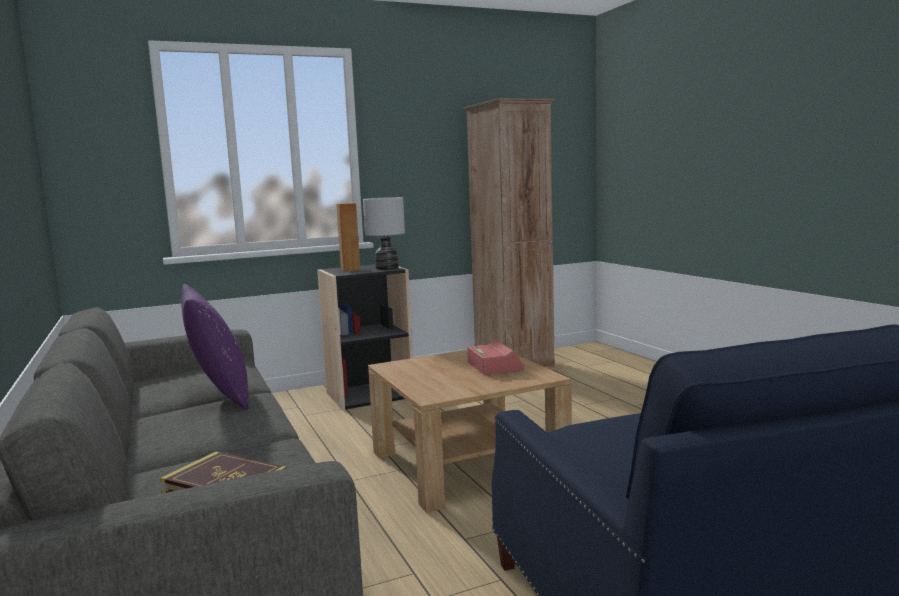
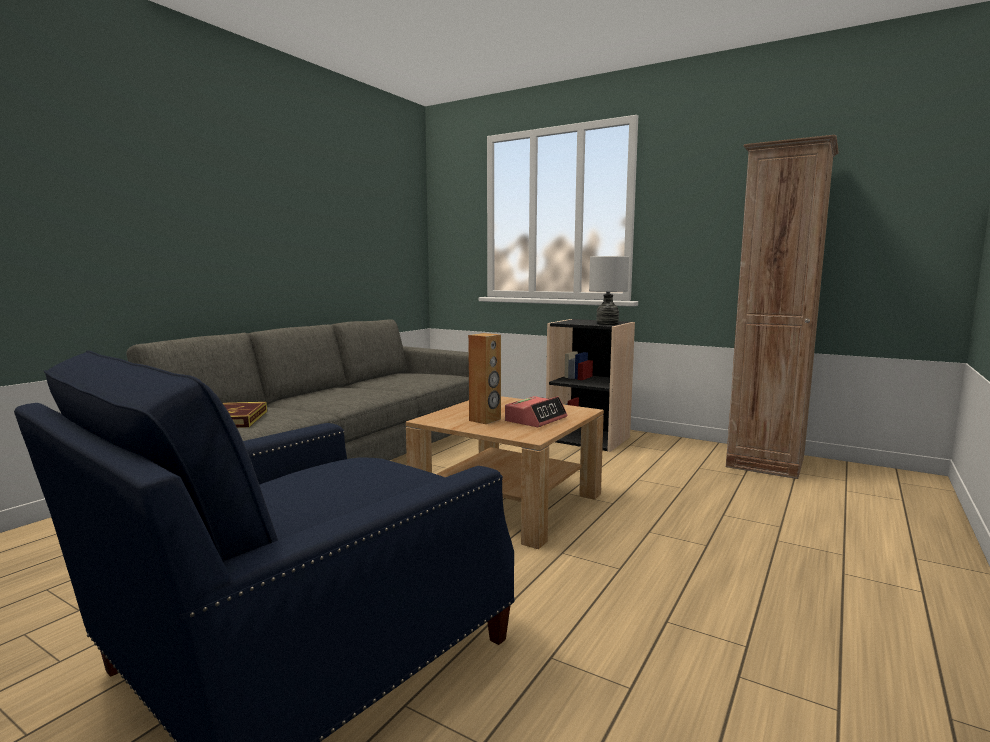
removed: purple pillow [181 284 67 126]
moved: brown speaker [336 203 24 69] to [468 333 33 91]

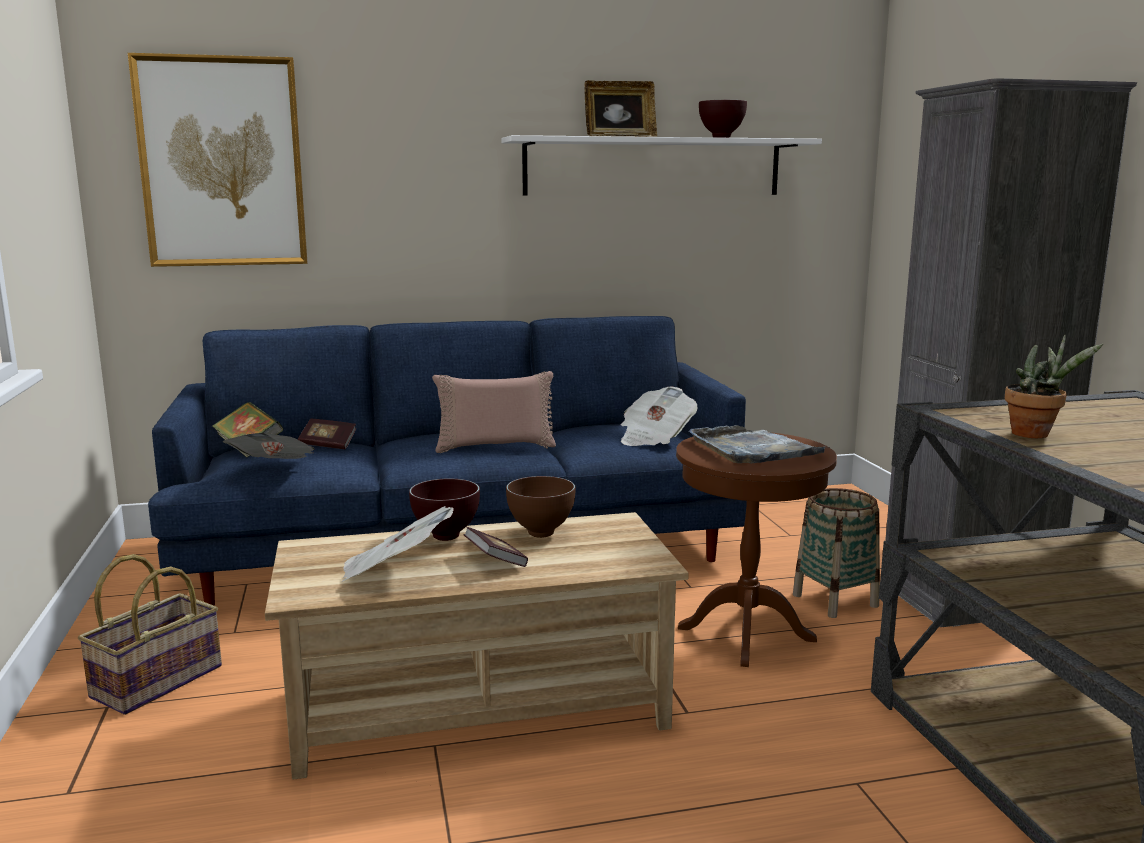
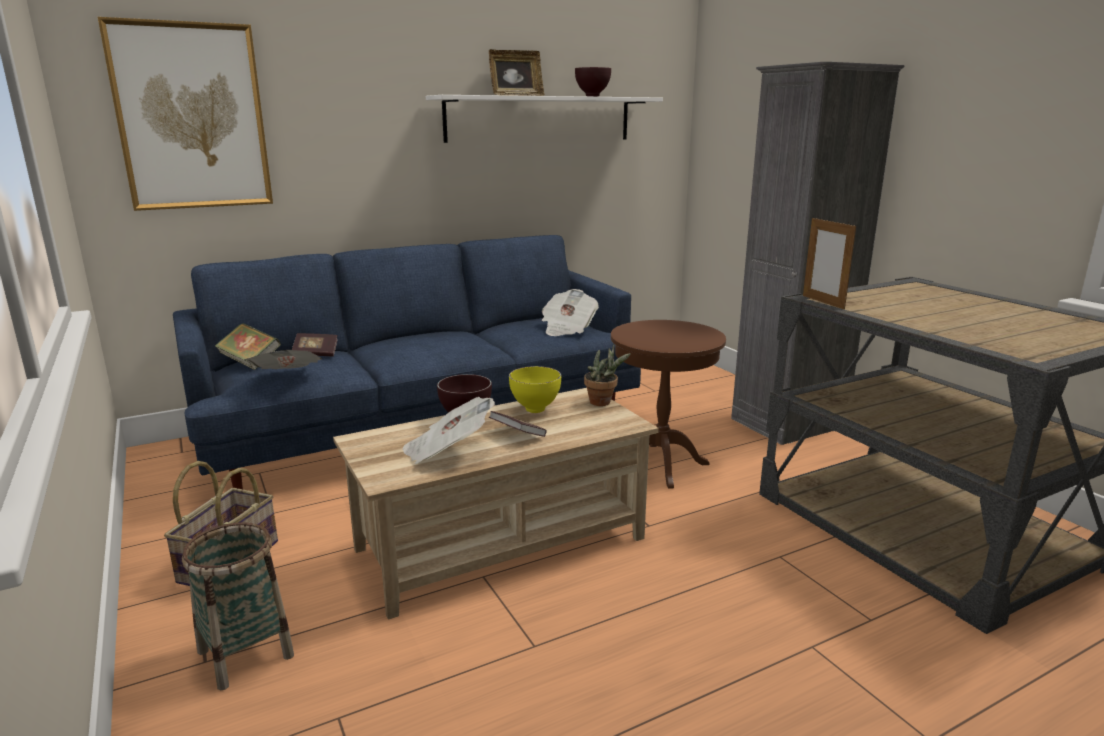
removed: beige pillow [432 371 124 82]; grey tray [689 425 141 38]
added: picture frame [803 216 53 93]
moved: basket [793 488 87 130] to [182 522 112 169]; potted plant [1005 335 98 103] to [584 344 47 62]
recoloured: brown bowl [506 476 69 62] to yellow bowl [509 366 52 47]

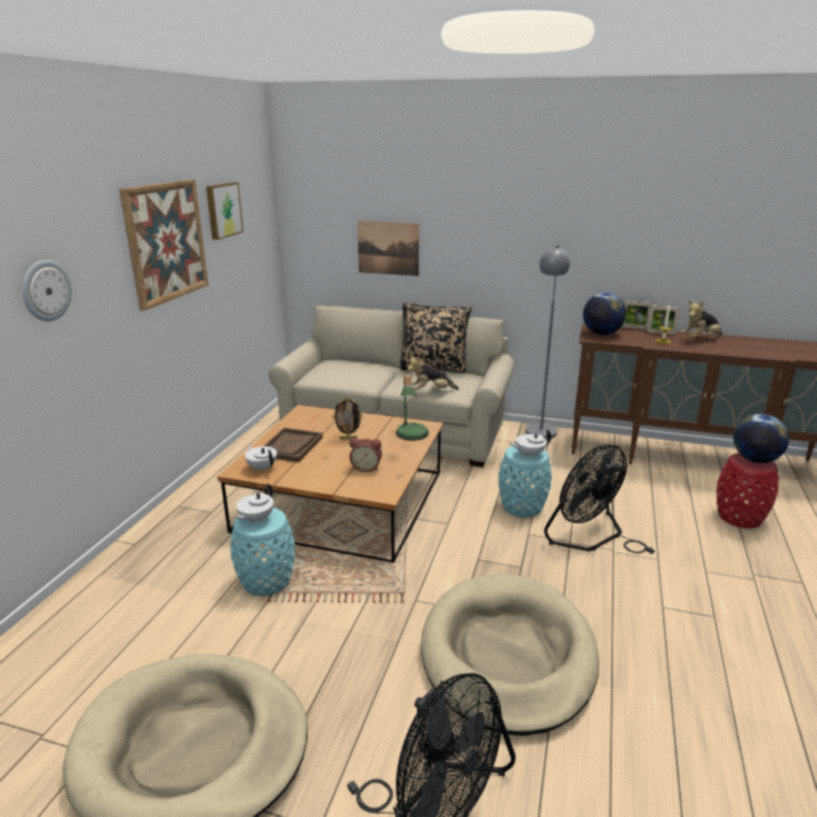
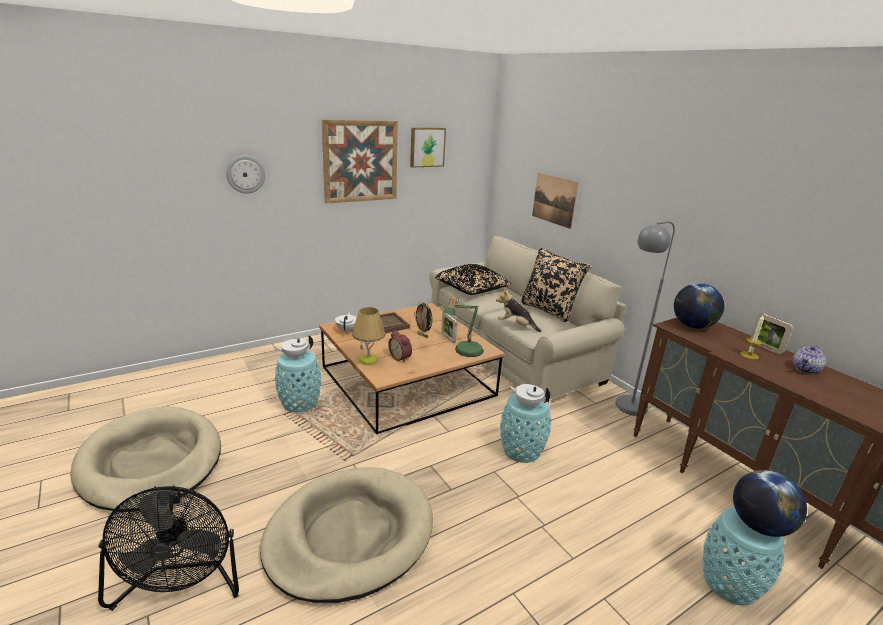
removed: black fan [544 445 111 109]
added: table lamp [352 307 33 58]; black pillow [435 264 76 31]
moved: picture frame [622 301 30 29] to [441 312 16 31]
replaced: plush toy [681 301 41 37] to teapot [792 346 34 28]
recoloured: red stool [716 453 63 75] to turquoise stool [703 507 81 98]

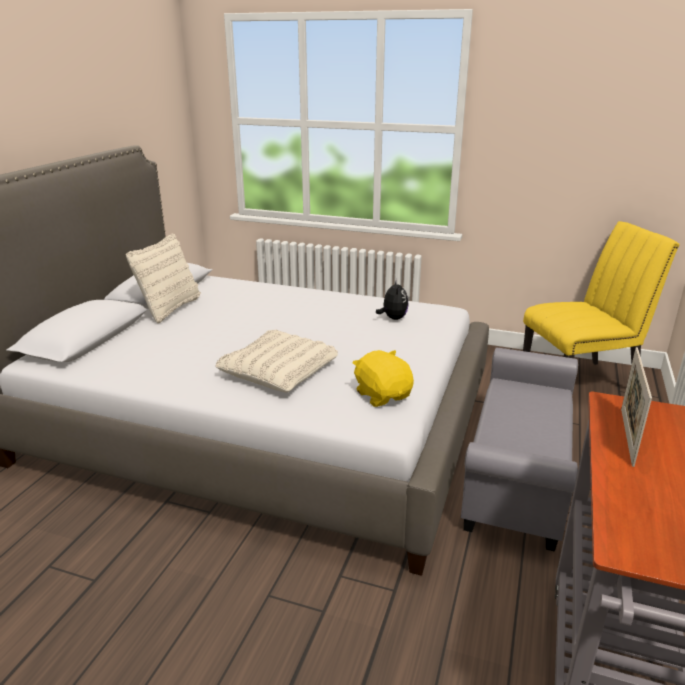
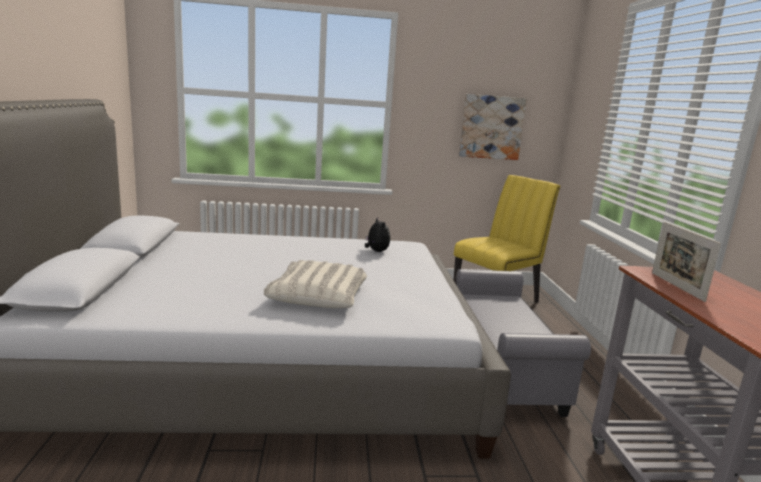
removed: beige pillow [126 233 75 90]; yellow plush toy [352 350 62 57]
added: picture [459 94 68 66]

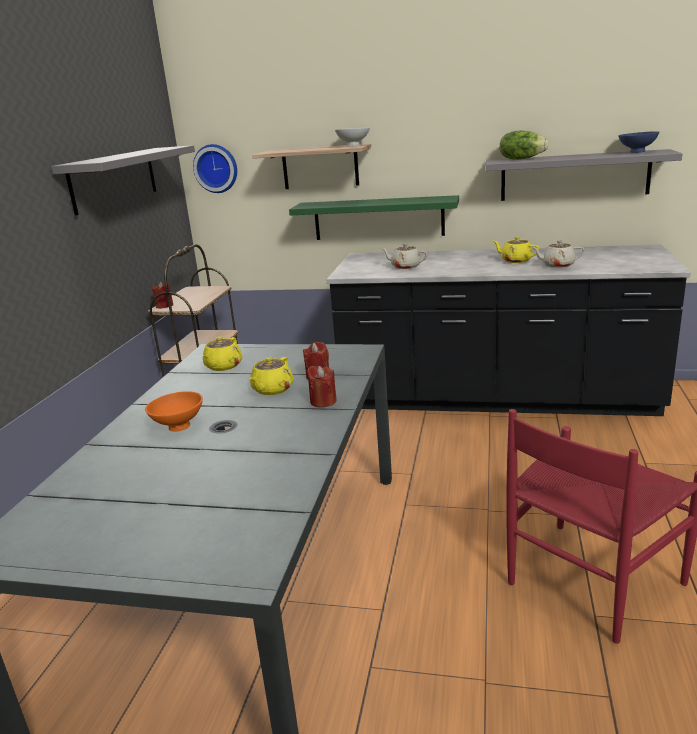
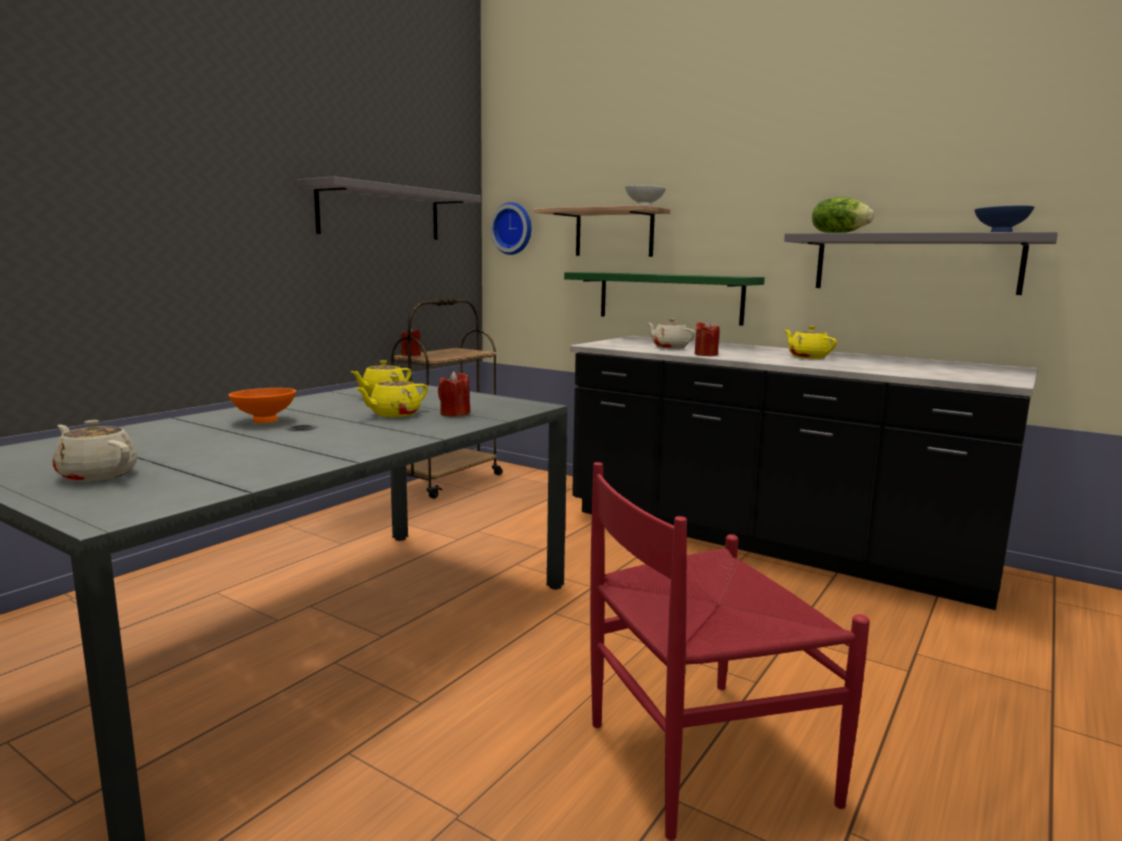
moved: red candle [307 366 30 42] to [695 321 25 35]; beige teapot [531 240 53 28] to [53 420 85 62]

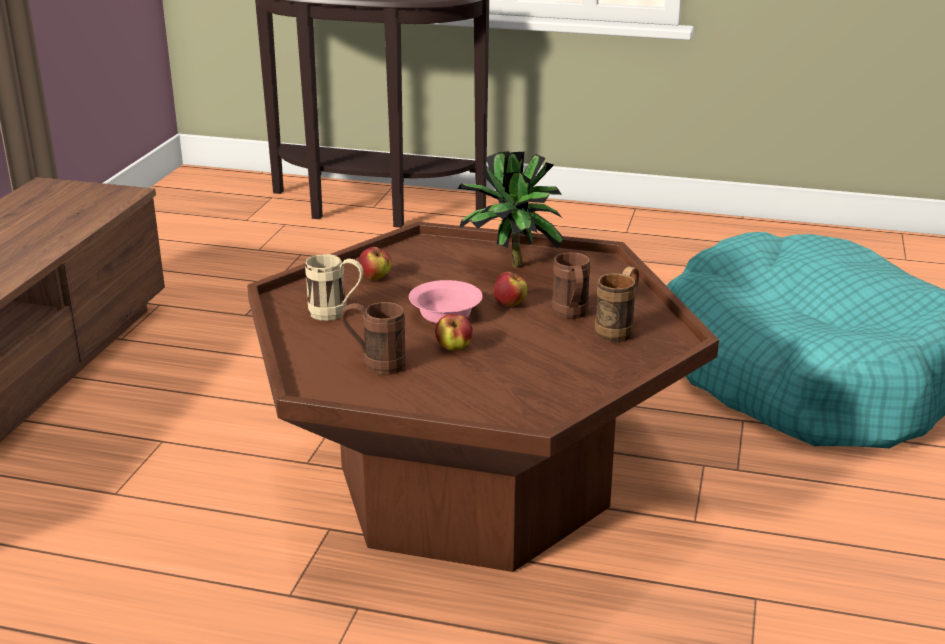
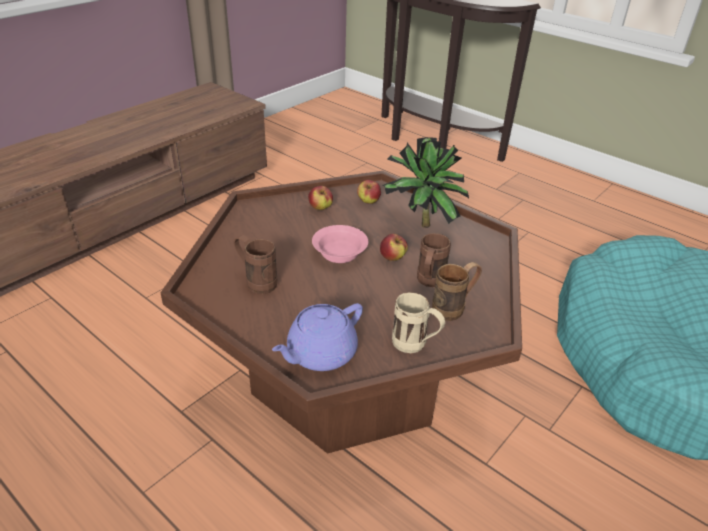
added: purple teapot [272 303 91 68]
moved: beige mug [305 254 58 67] to [392 292 53 61]; apple [435 314 38 37] to [357 180 24 24]

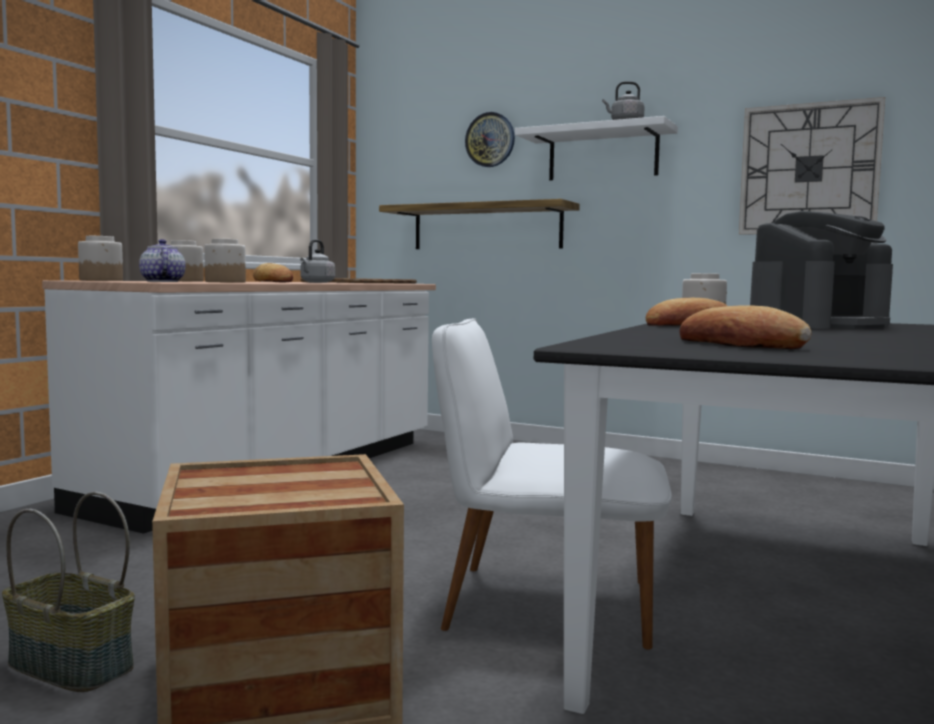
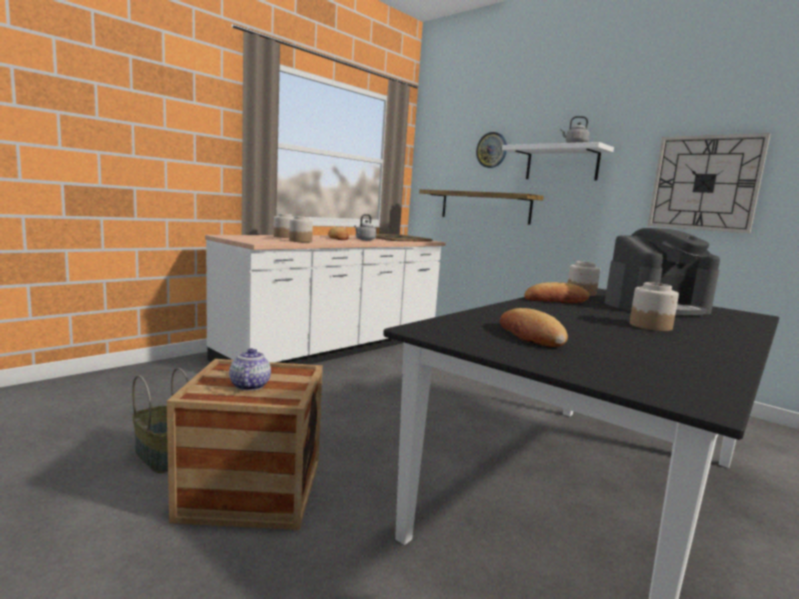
removed: white chair [432 318 240 332]
moved: jar [78 236 45 45] to [630 282 49 49]; teapot [139 239 47 43] to [229 348 42 43]

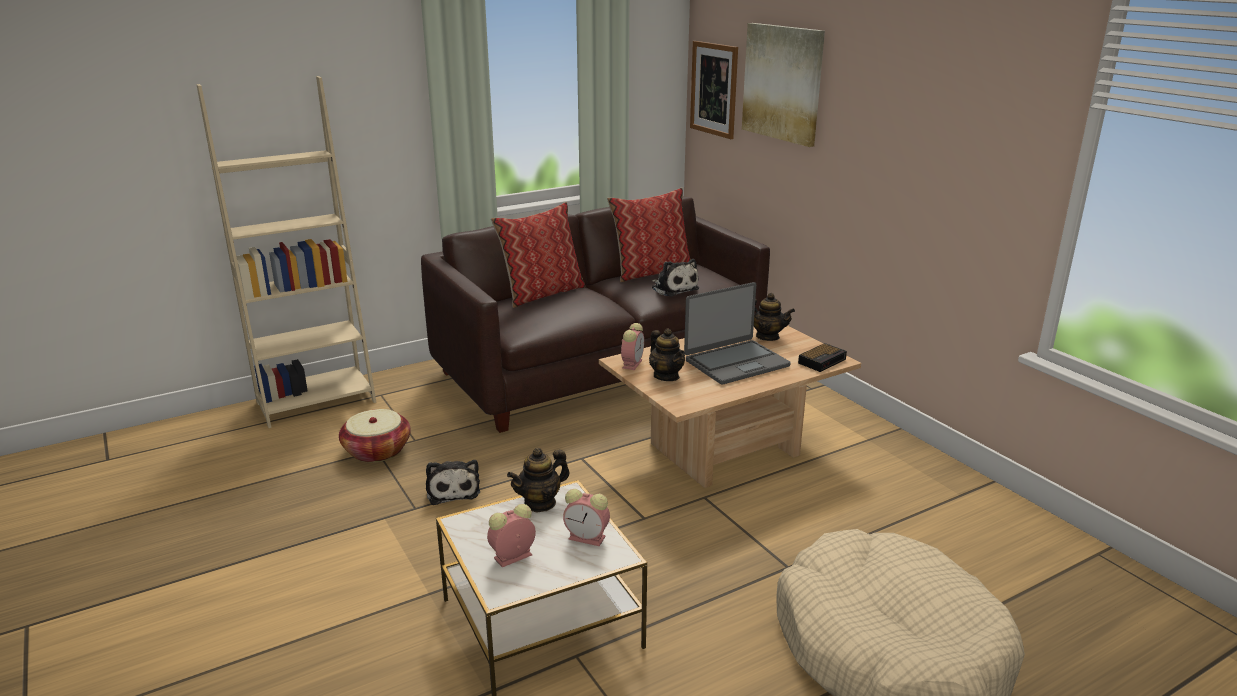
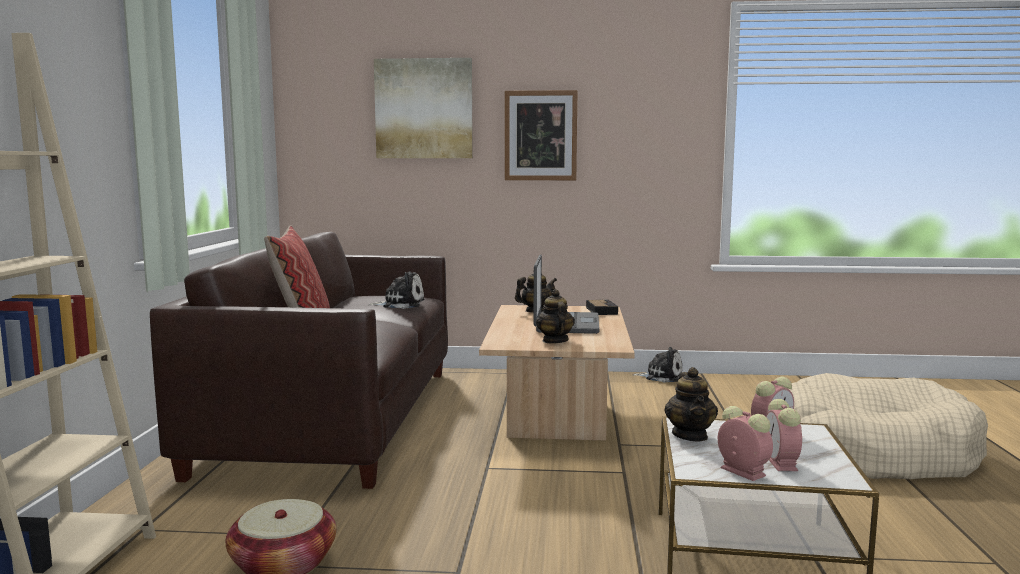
removed: pillow [607 188 84 94]
moved: plush toy [426 460 54 45] to [633 347 50 35]; alarm clock [621 323 23 47] to [718 406 55 75]; picture [690 41 48 98] to [505 90 73 90]
turned: teapot [649 329 36 52] = [536 289 39 54] 105 degrees counterclockwise

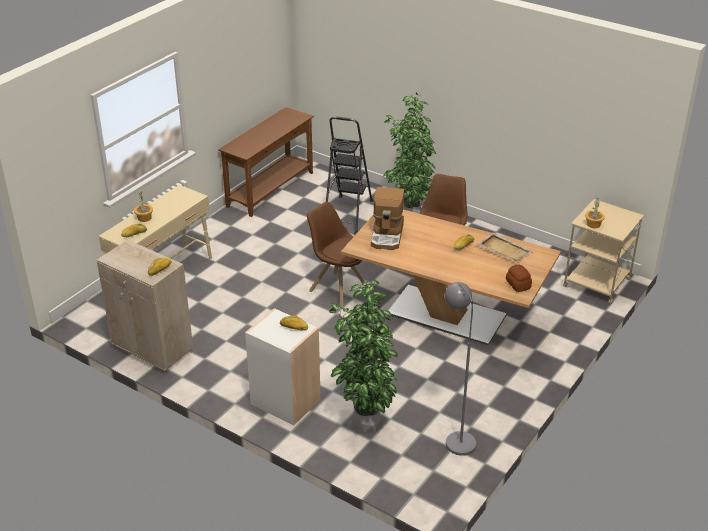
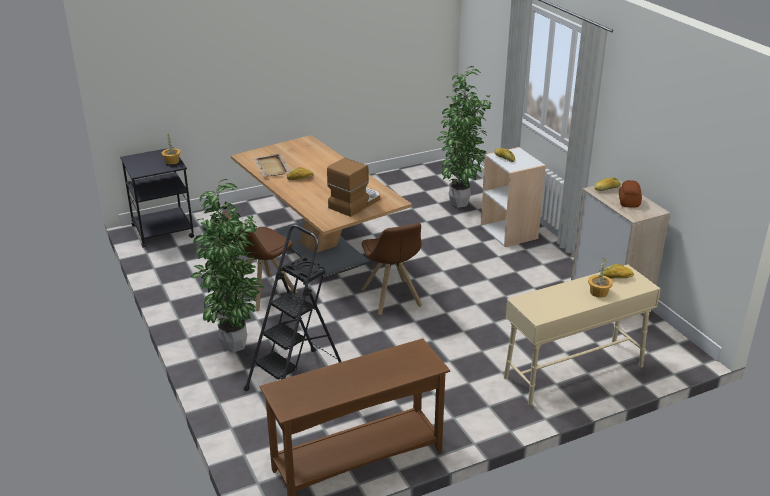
removed: grey floor lamp [445 282 31 174]
moved: bread [506 265 26 27] to [619 180 23 28]
recoloured: beige cart [563 199 81 105] to black cart [120 147 74 101]

